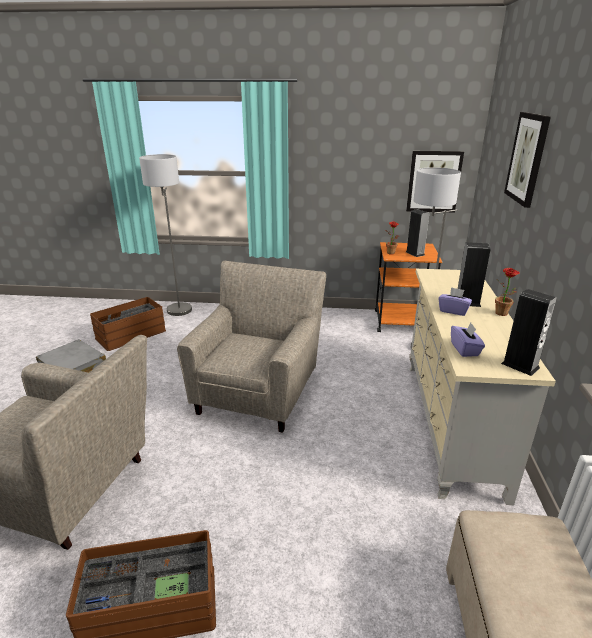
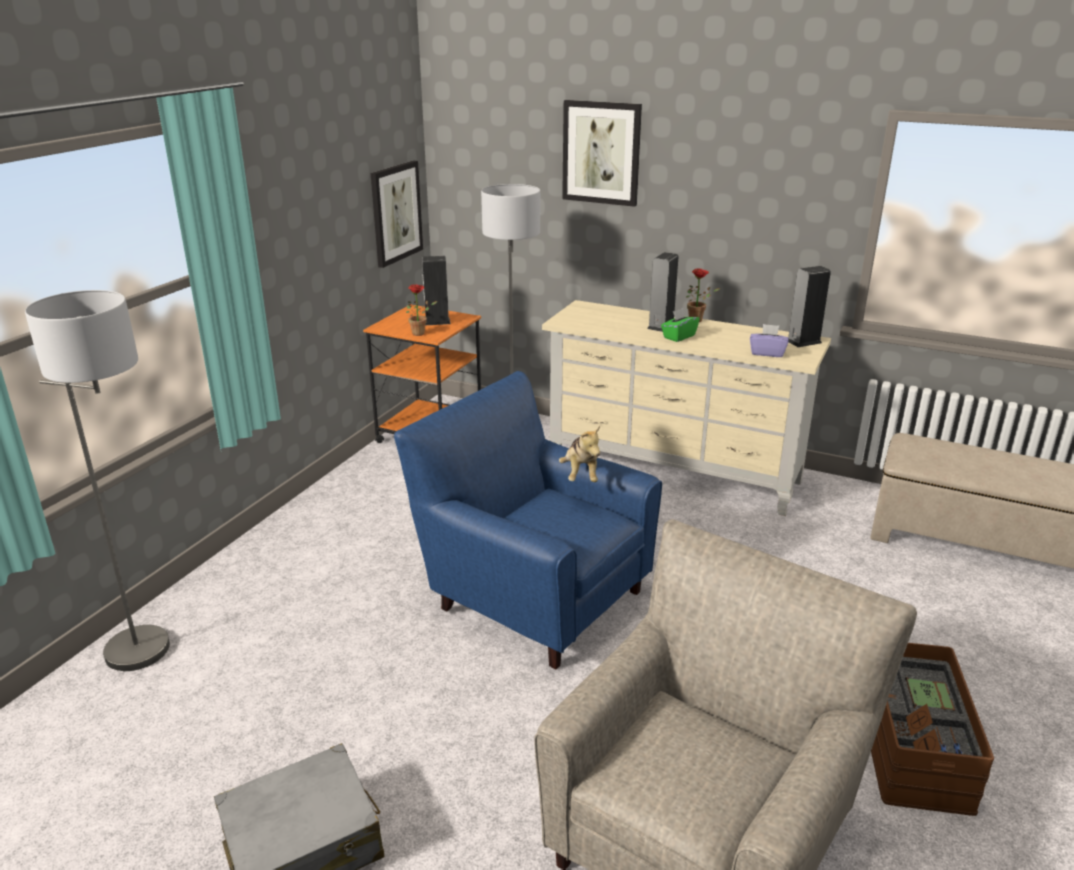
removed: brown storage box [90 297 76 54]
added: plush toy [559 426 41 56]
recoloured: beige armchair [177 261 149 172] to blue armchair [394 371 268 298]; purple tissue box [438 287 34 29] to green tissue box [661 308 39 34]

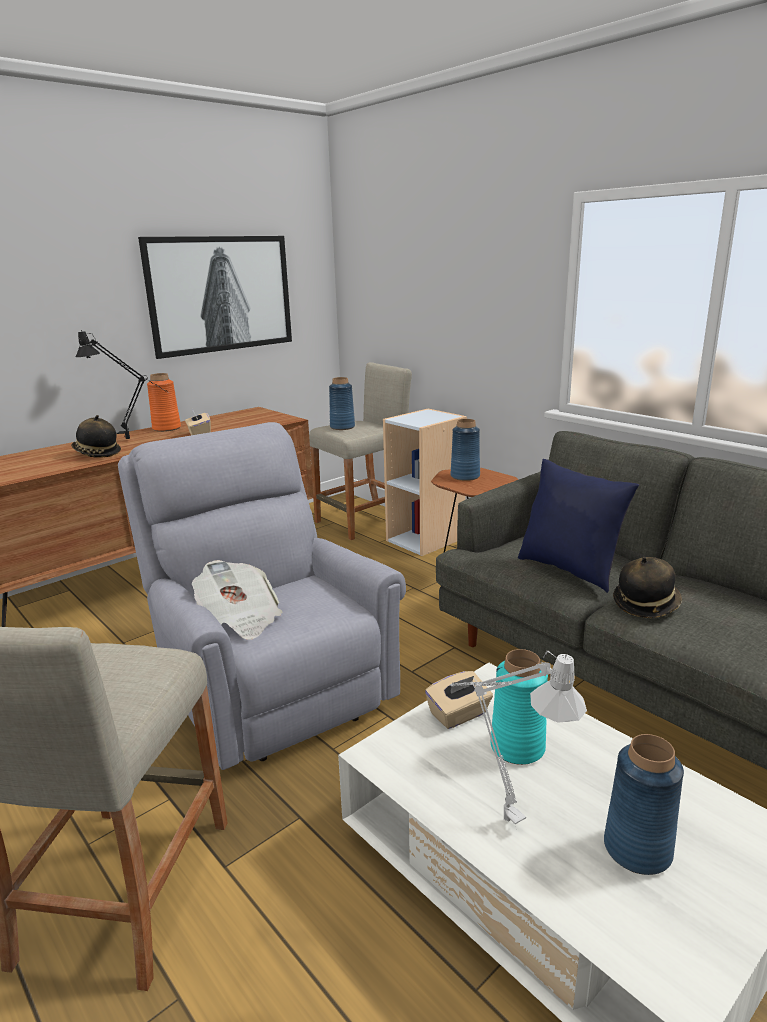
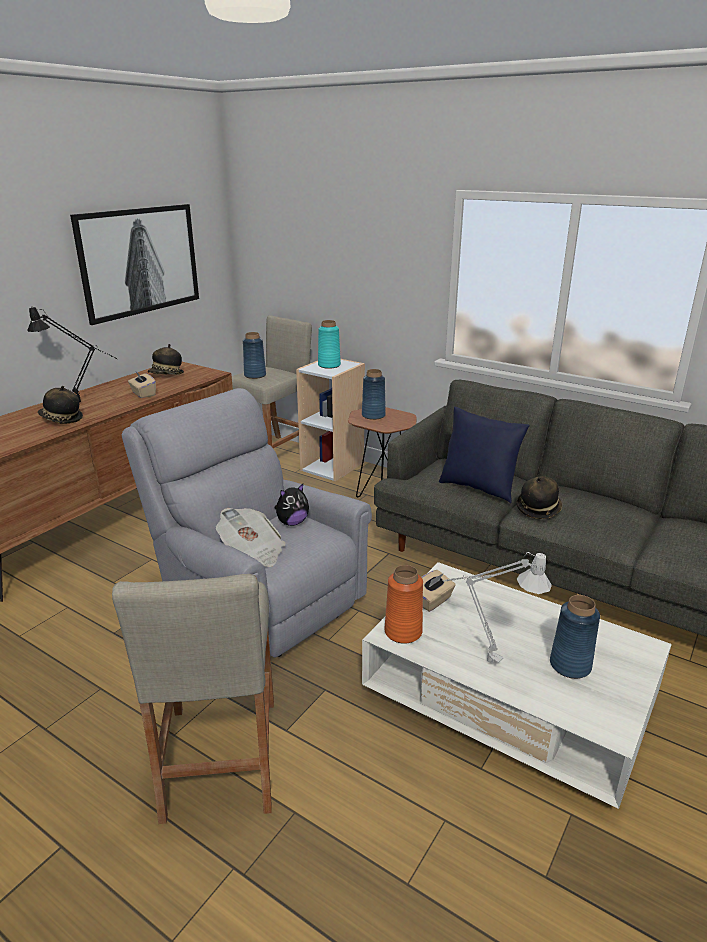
added: hat [148 344 36 31]; plush toy [274 484 35 42]
moved: orange vase [147 373 34 59] to [384 565 39 79]; turquoise vase [490 649 58 116] to [318 320 23 49]

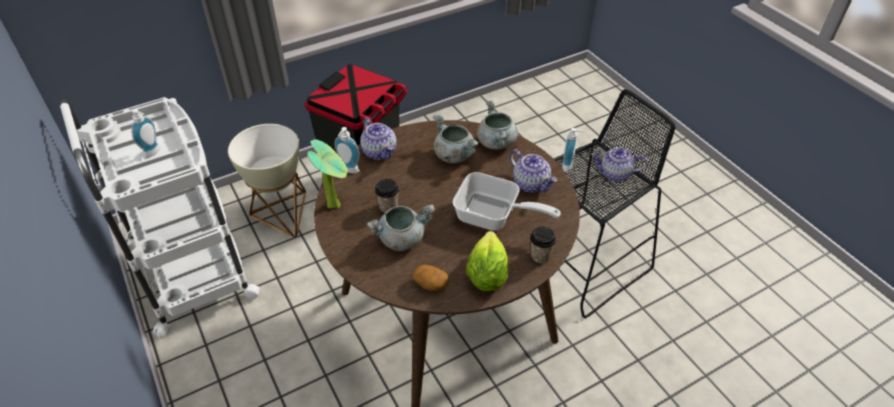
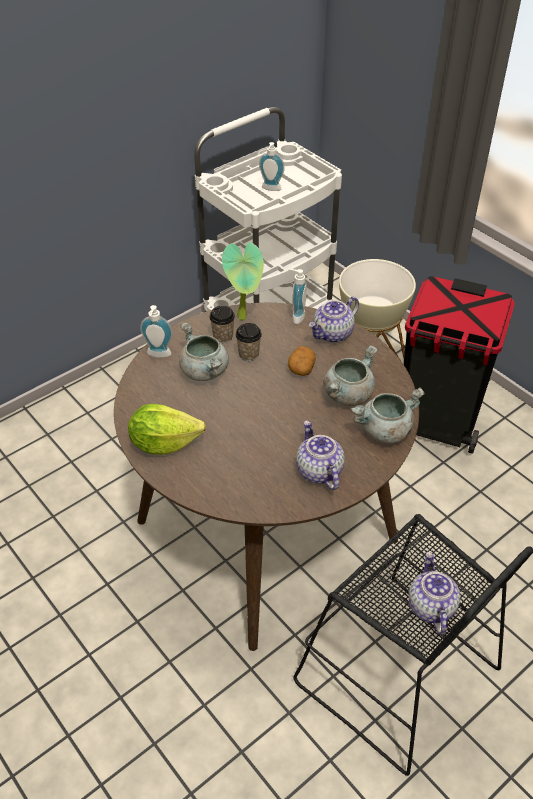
removed: frying pan [452 172 109 59]
moved: potato [412 265 37 26] to [288 346 27 30]; cup [530 227 26 36] to [209 306 26 37]; soap dispenser [562 128 22 44] to [140 305 33 53]
turned: teapot [509 149 48 43] = [296 421 49 69] 120 degrees clockwise

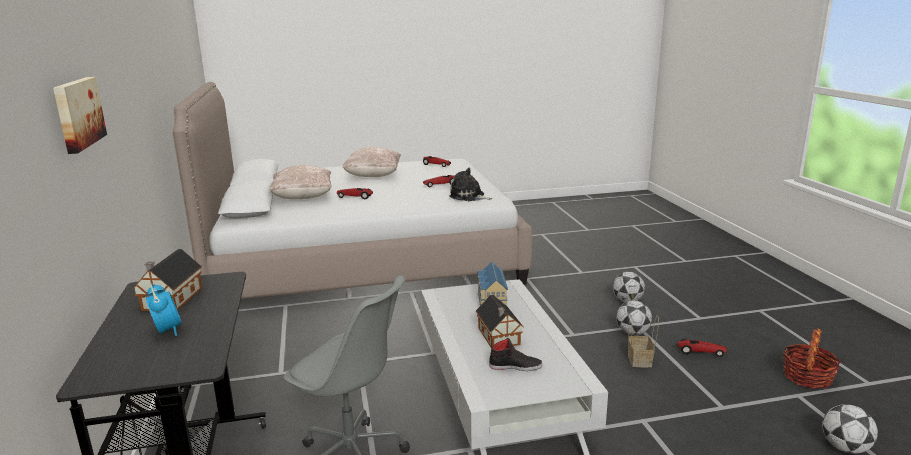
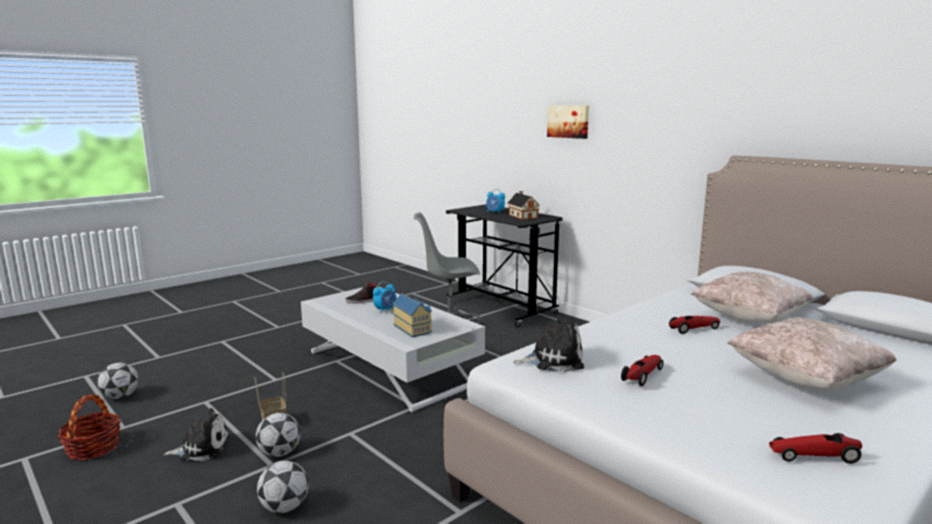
replaced: toy house [476 295 48 53] to alarm clock [373 281 24 33]; toy car [677 339 50 18] to plush toy [163 408 66 53]

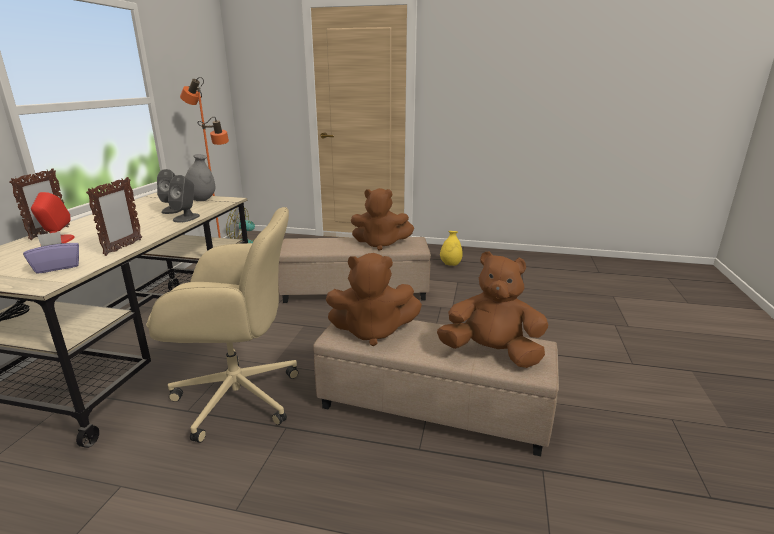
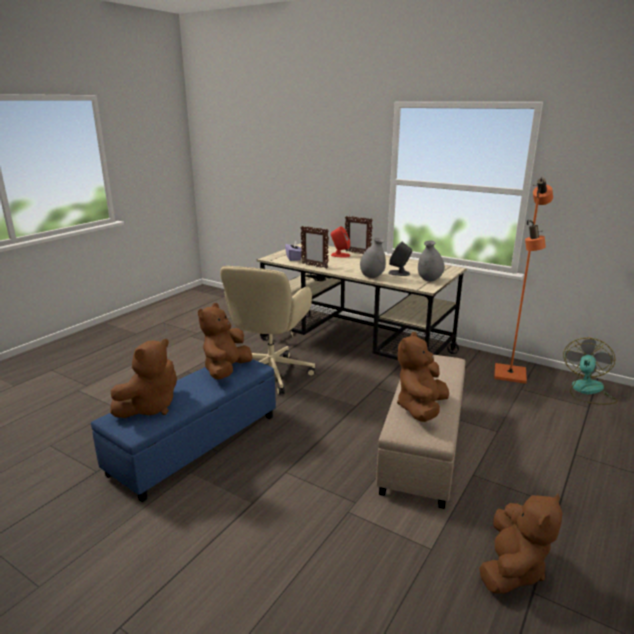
replaced: grey speaker [168 175 32 47] to grey vase [360 238 26 40]; yellow vase [440 231 23 35] to brown plush toy [479 493 83 101]
recoloured: beige ottoman [313 320 246 136] to blue ottoman [91 359 185 143]

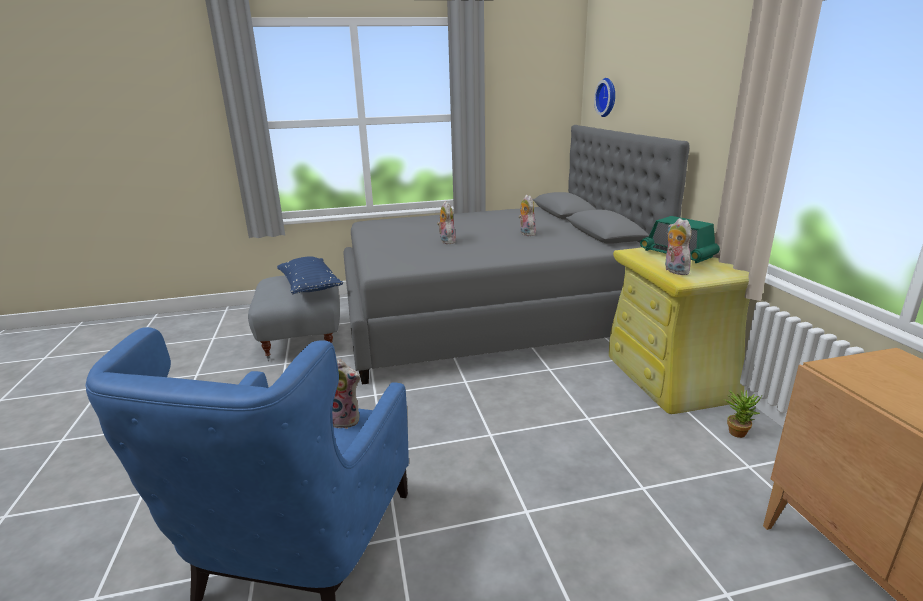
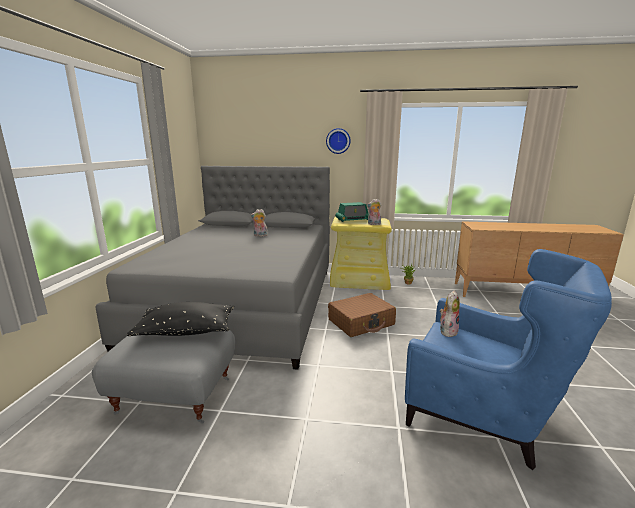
removed: plush toy [437 201 19 43]
added: brown suitcase [328 293 68 44]
moved: wall clock [594 78 21 39] to [326 128 25 26]
recoloured: blue pillow [277 257 66 37] to black pillow [127 302 107 34]

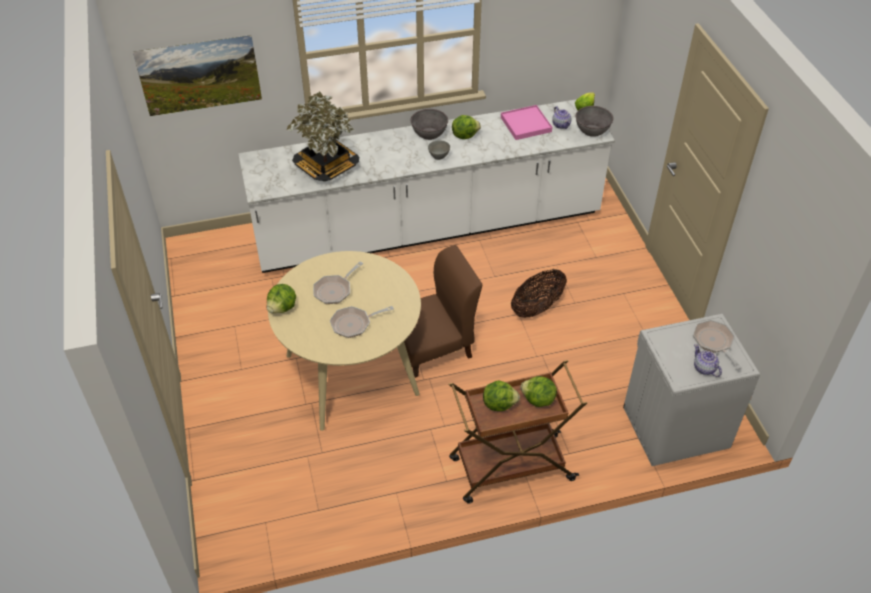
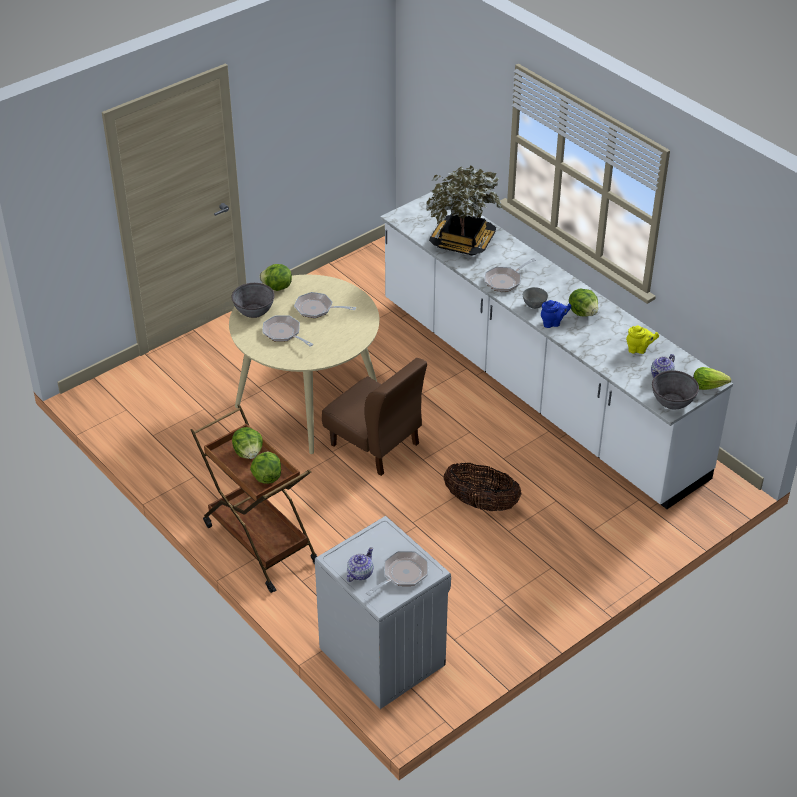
removed: picture [133 35 129 81]
added: frying pan [485 258 51 34]; blue teapot [541 300 30 28]
moved: grey bowl [411 109 37 31] to [231 283 43 35]
replaced: pink tray [501 105 51 35] to yellow teapot [626 326 33 28]

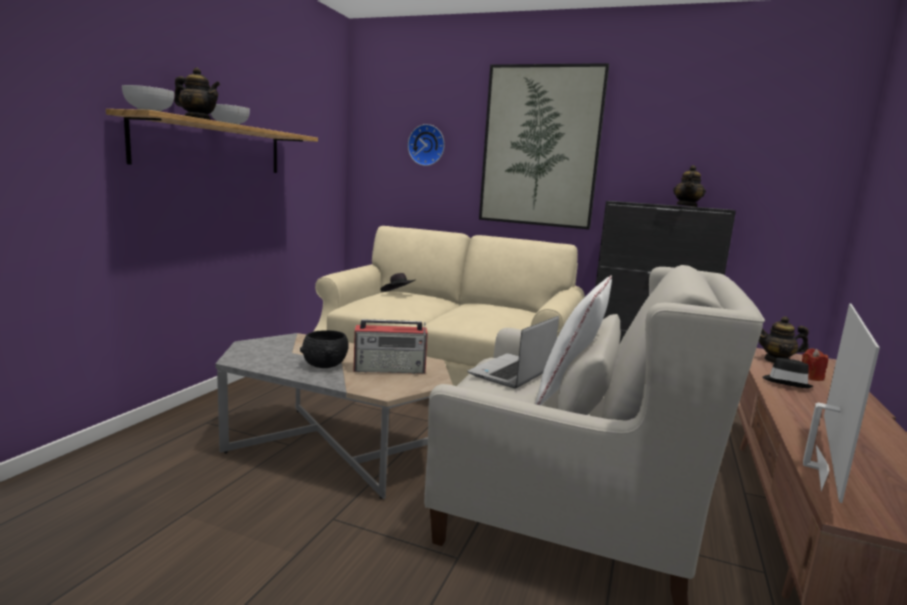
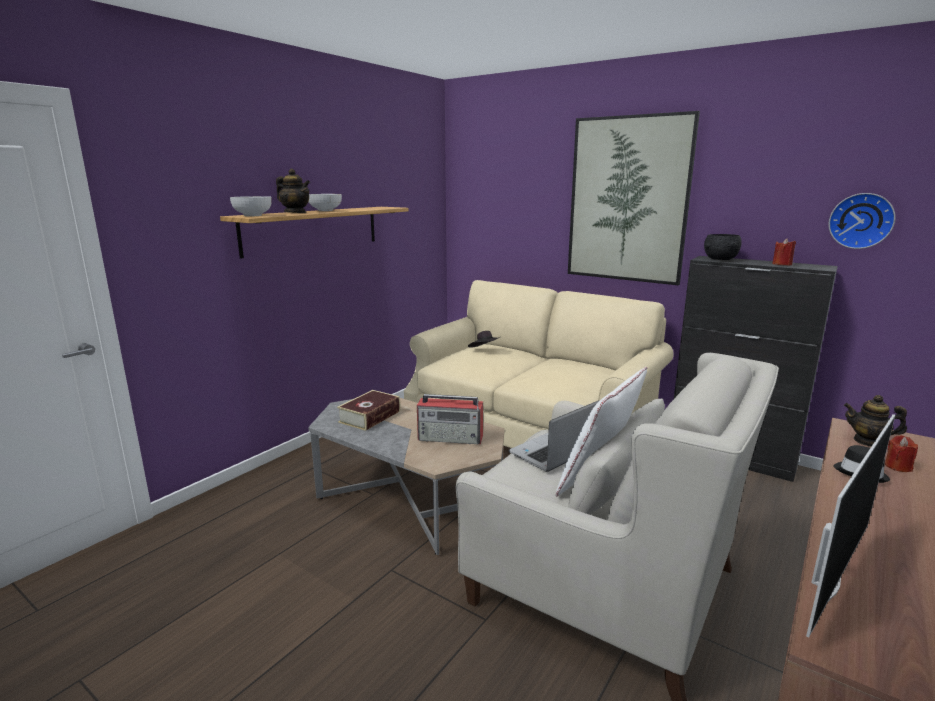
added: book [337 390 63 41]
moved: black bowl [300 330 49 38] to [704 234 38 26]; wall clock [408 124 37 42] to [829 193 67 56]
replaced: teapot [673 165 33 42] to red candle [772 238 24 27]

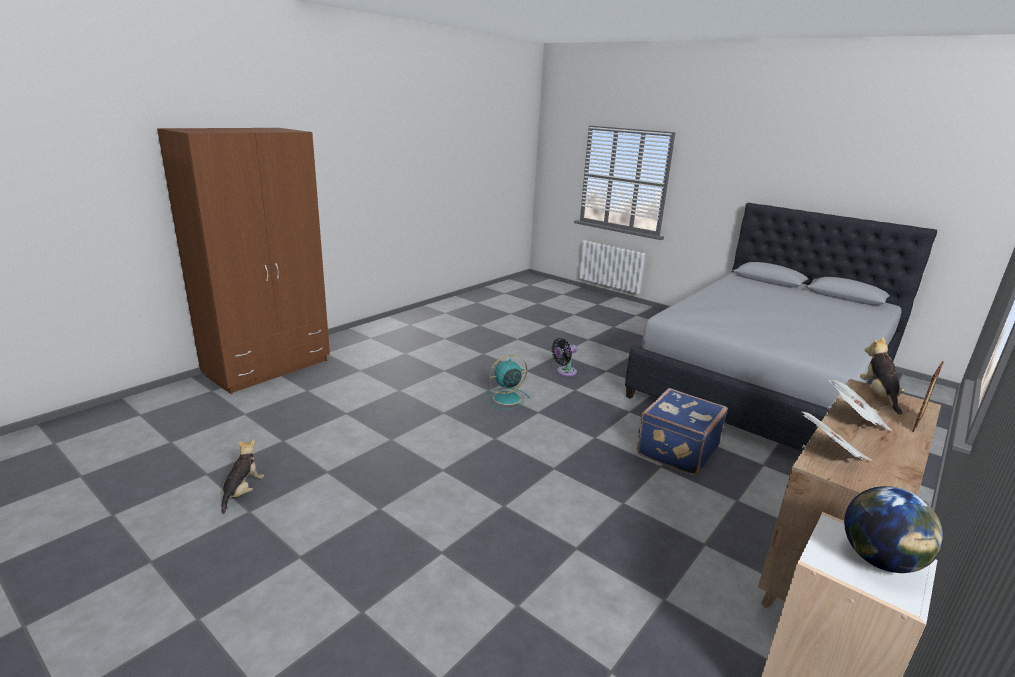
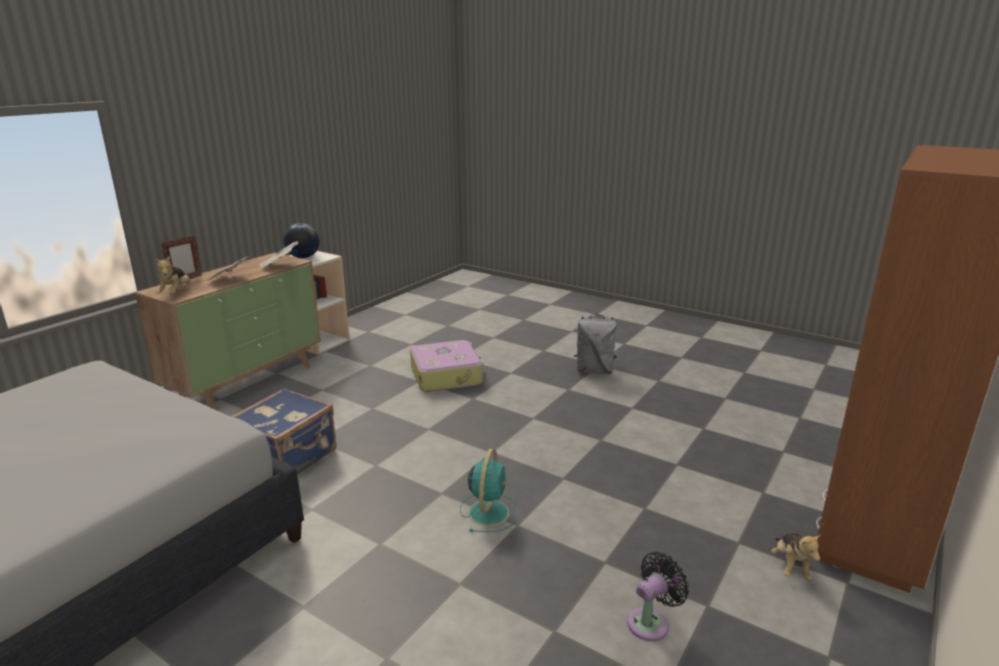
added: suitcase [410 340 73 52]; grey backpack [574 314 43 60]
moved: plush toy [221 439 43 75] to [771 532 50 48]; black fan [552 338 25 38] to [627 552 62 89]
turned: turquoise fan [485 354 45 56] = [460 449 59 83] 45 degrees counterclockwise

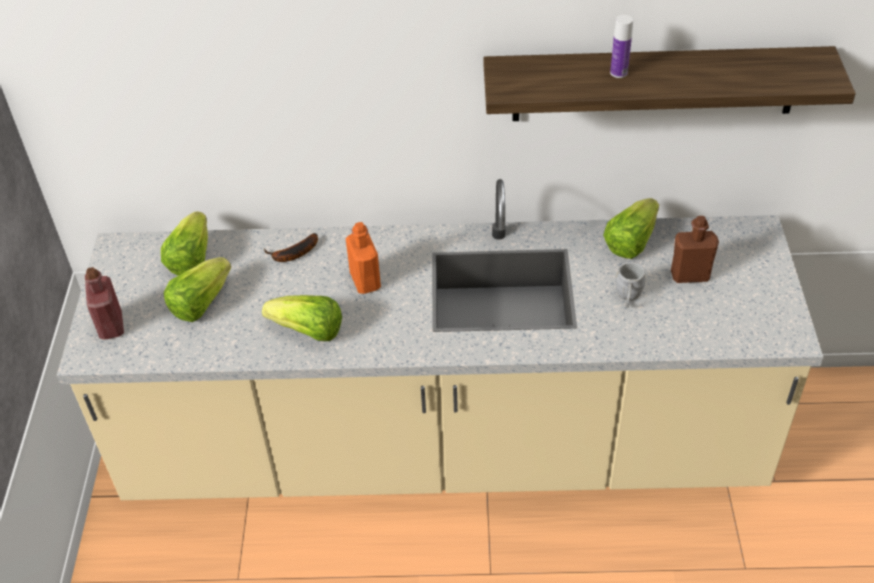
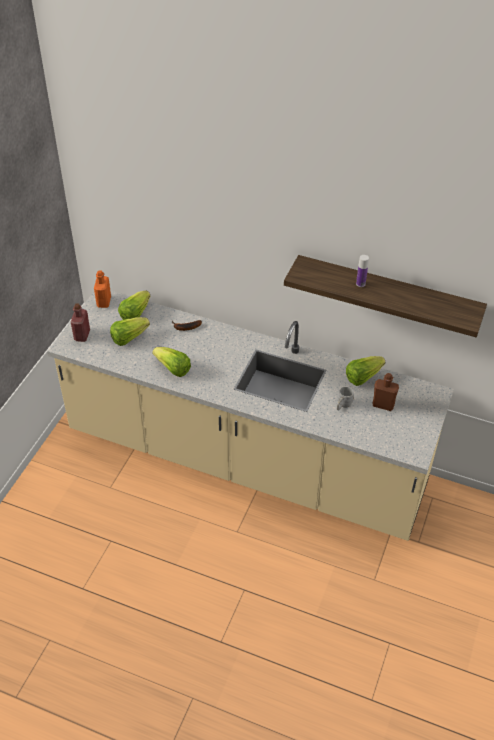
moved: orange bottle [346 222 35 72] to [94 270 17 38]

